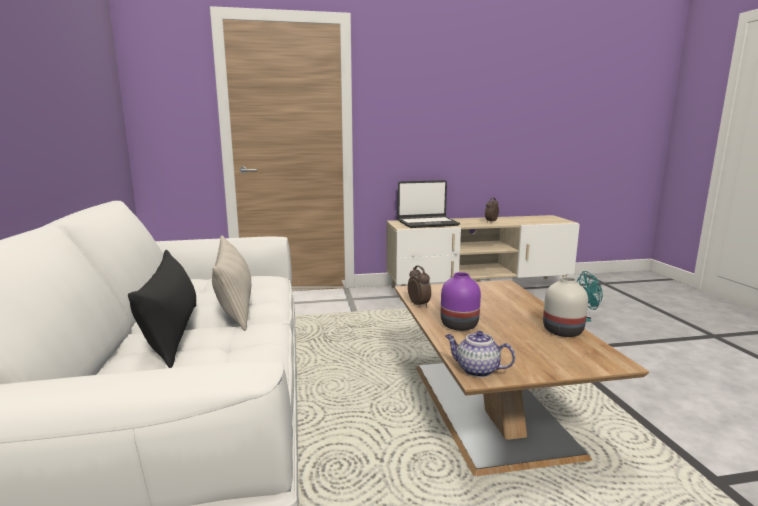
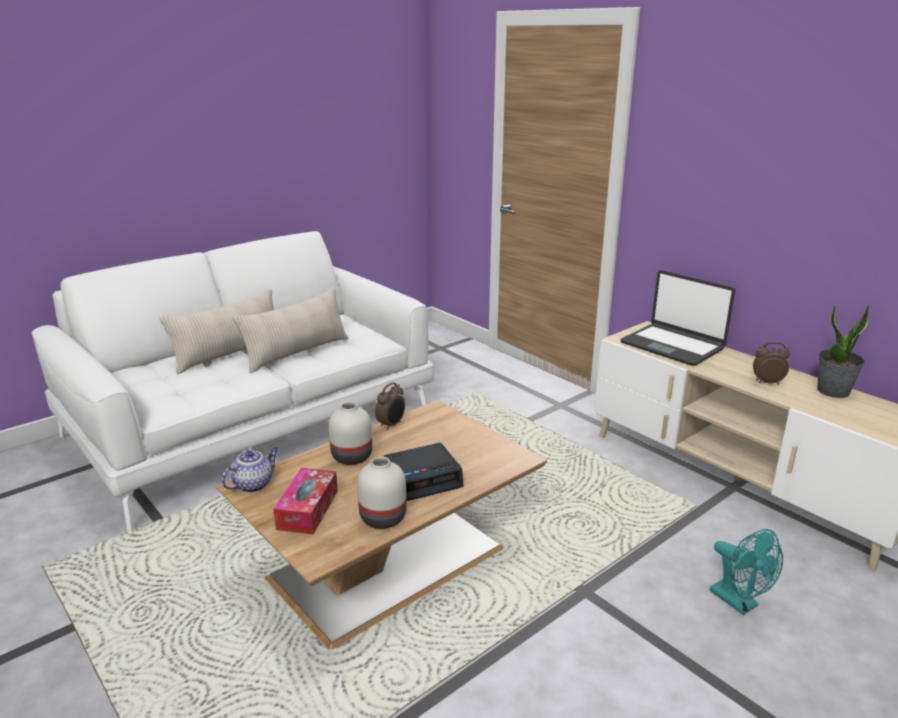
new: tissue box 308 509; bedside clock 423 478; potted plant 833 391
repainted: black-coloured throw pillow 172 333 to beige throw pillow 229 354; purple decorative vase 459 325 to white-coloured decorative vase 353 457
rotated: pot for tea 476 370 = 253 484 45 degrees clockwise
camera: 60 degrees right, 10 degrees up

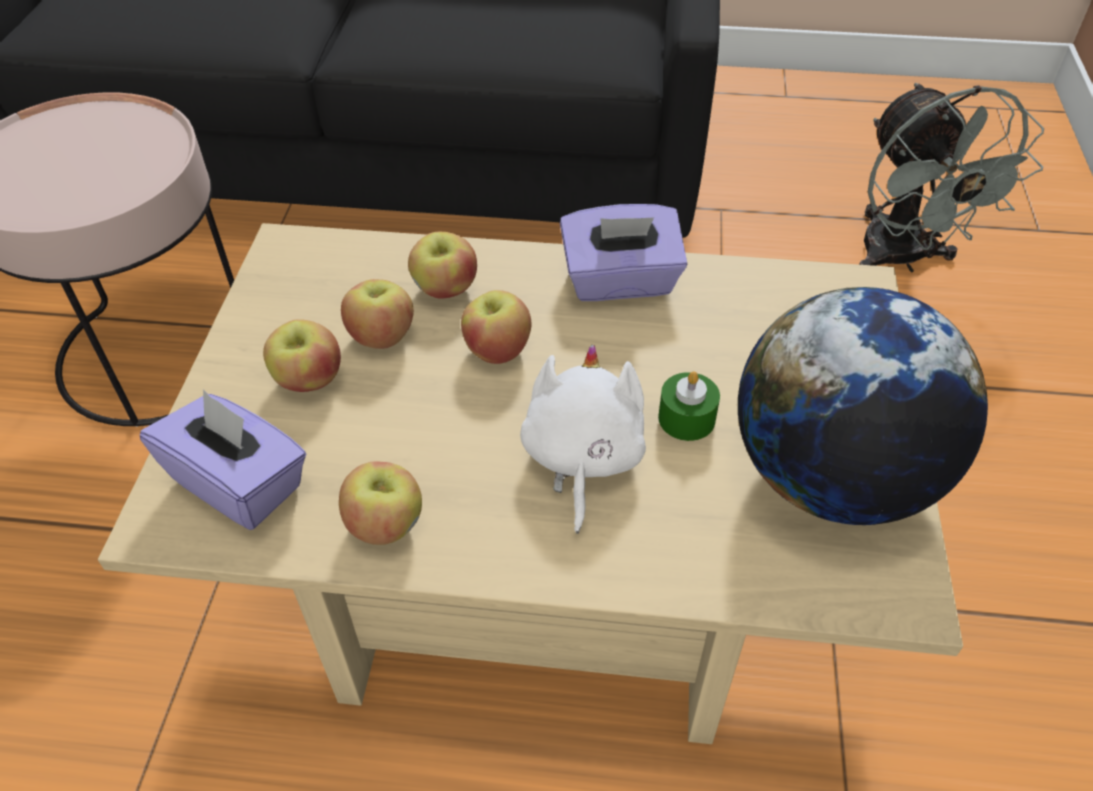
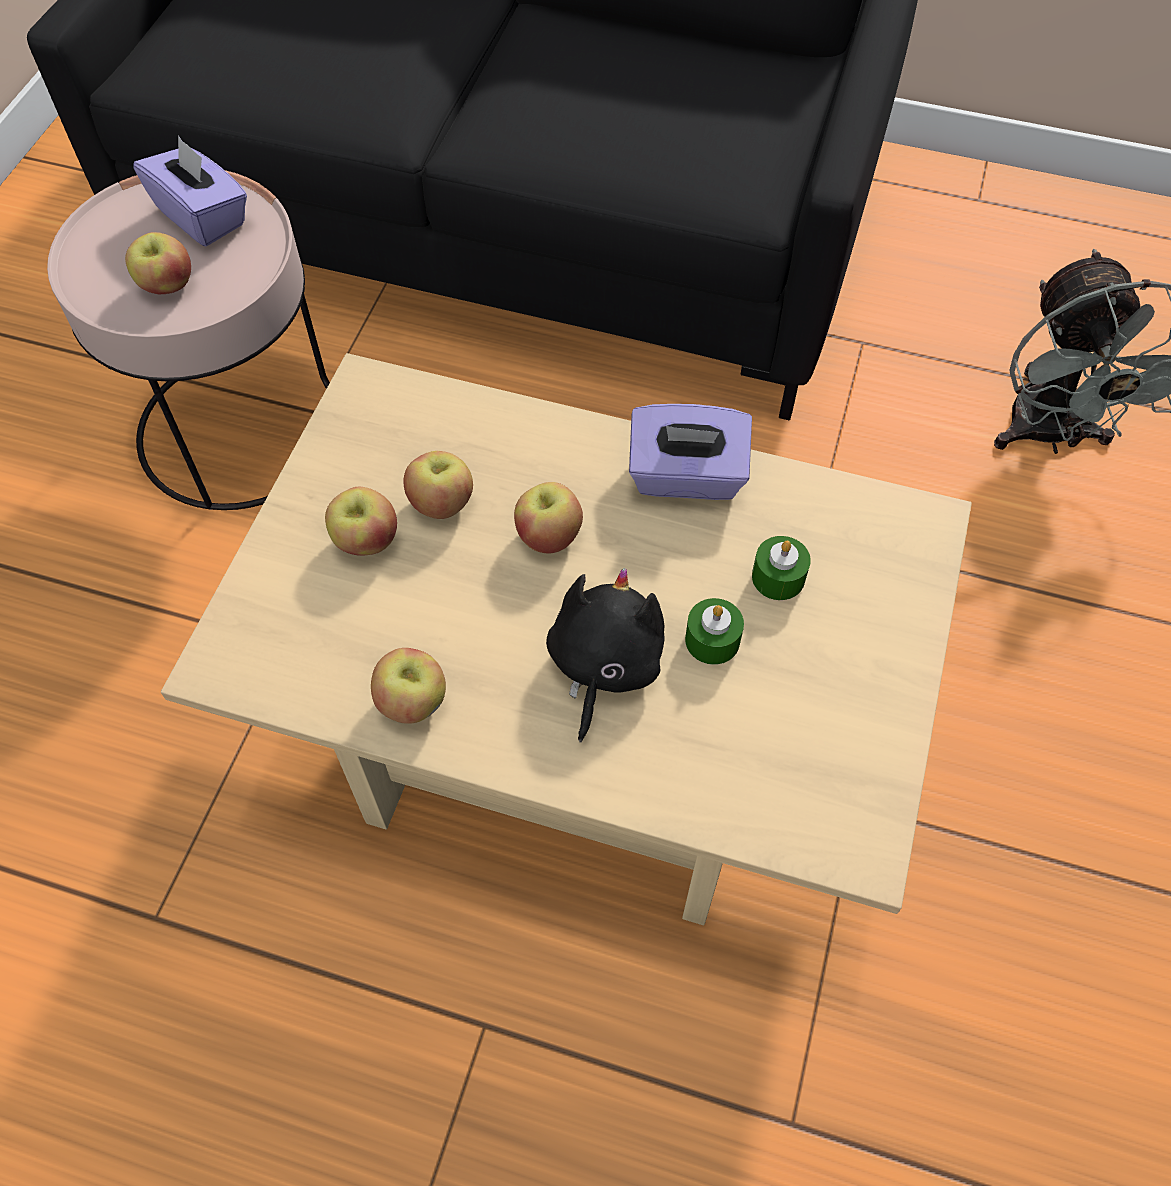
gone: world globe 832 477
new: greenish wax light 778 577
shifted: apple fruit 445 289 to 167 285; purple tissue box 239 483 to 203 216
repainted: white-coloured soft toy 581 458 to black-coloured soft toy 603 665
camera: 10 degrees right, 10 degrees up

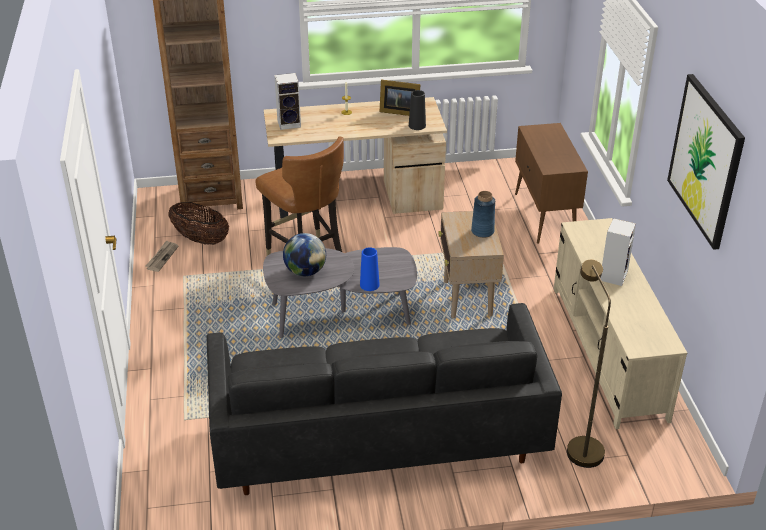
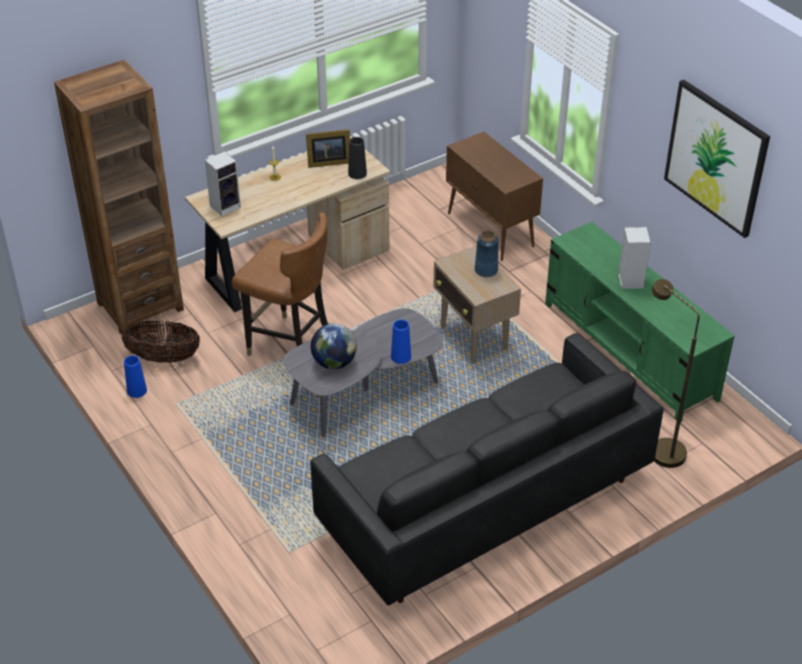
swapped: newspaper 162 257 to blue-coloured decorative vase 137 390
repainted: beige tv unit 608 351 to greenish tv unit 629 351
camera: 25 degrees left, 5 degrees up

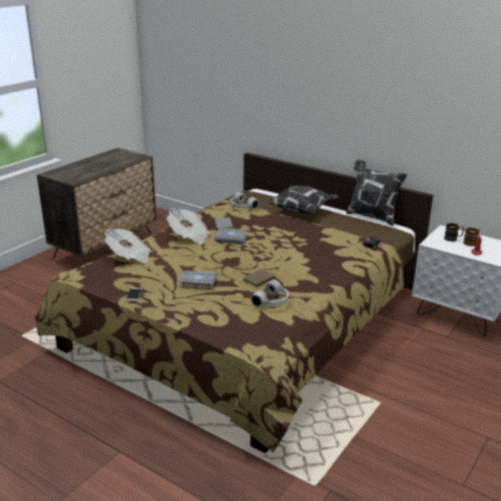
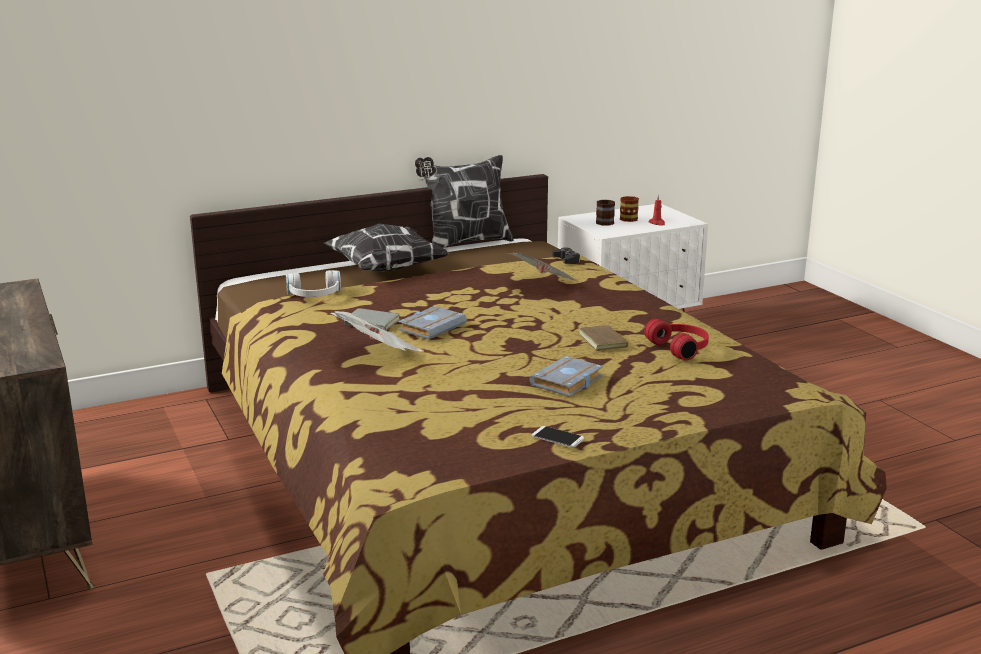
shifted: newspaper 129 256 to 545 286
repainted: white-coloured pair of headphones 272 301 to red-coloured pair of headphones 681 348
camera: 60 degrees left, 5 degrees down

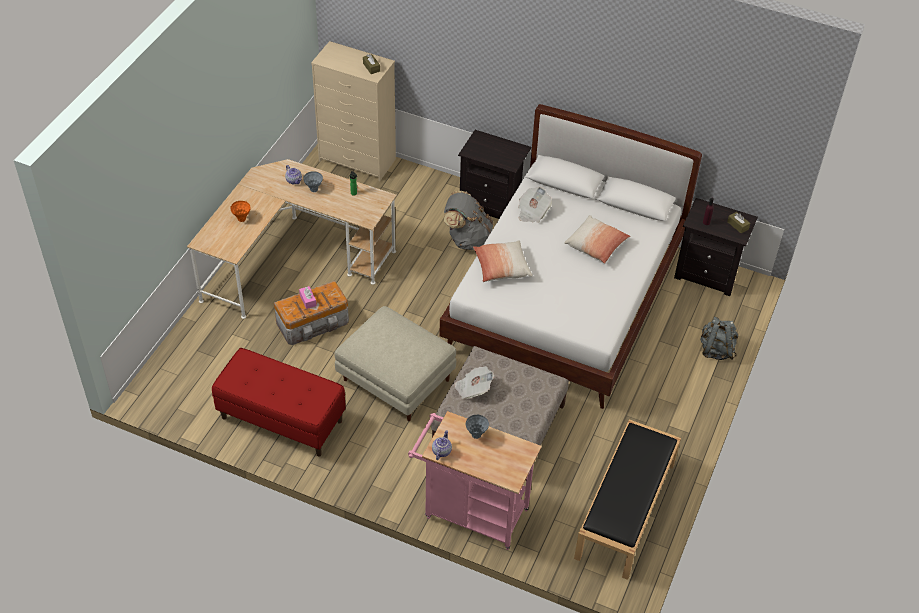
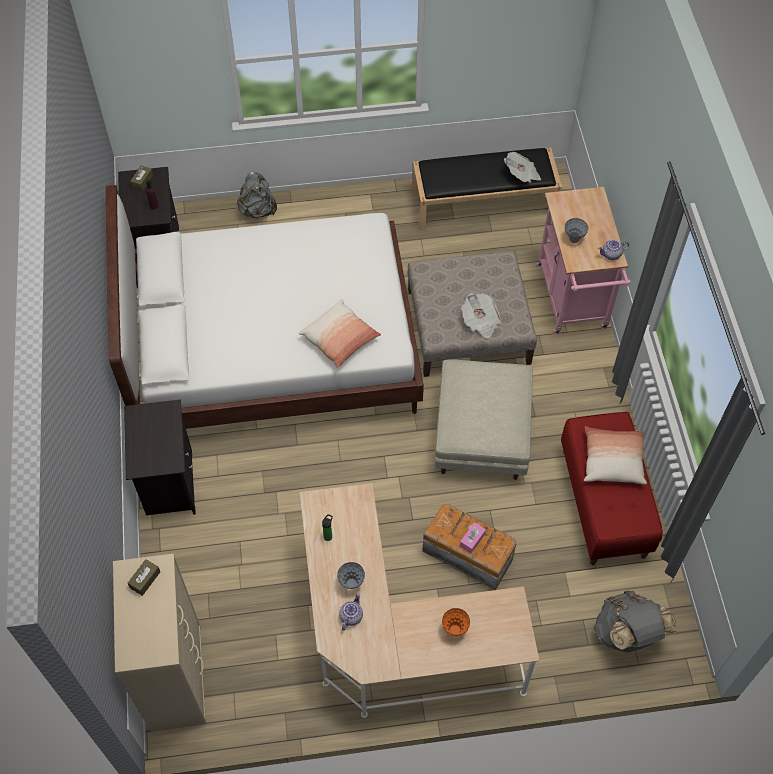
shifted: newspaper 532 212 to 522 175; throw pillow 596 245 to 612 461; gray backpack 467 238 to 627 634
camera: 120 degrees left, 10 degrees up

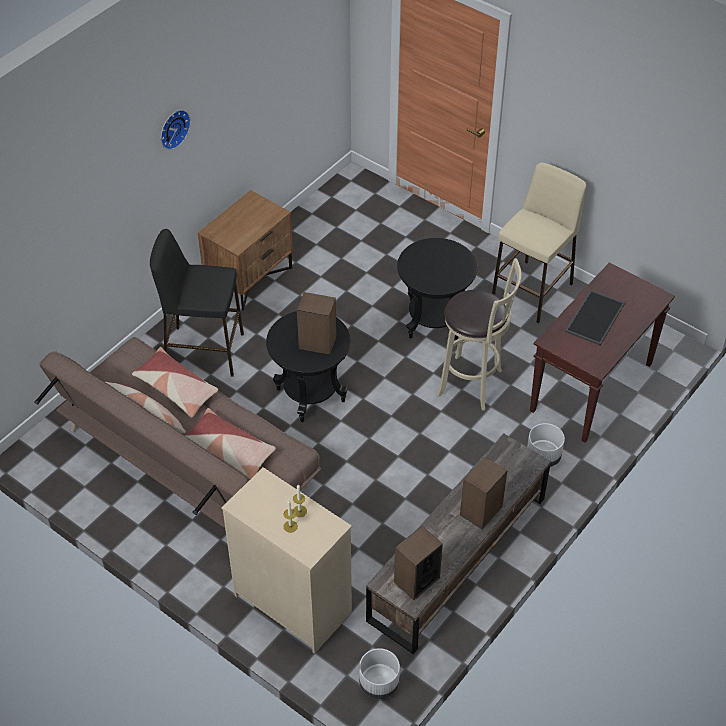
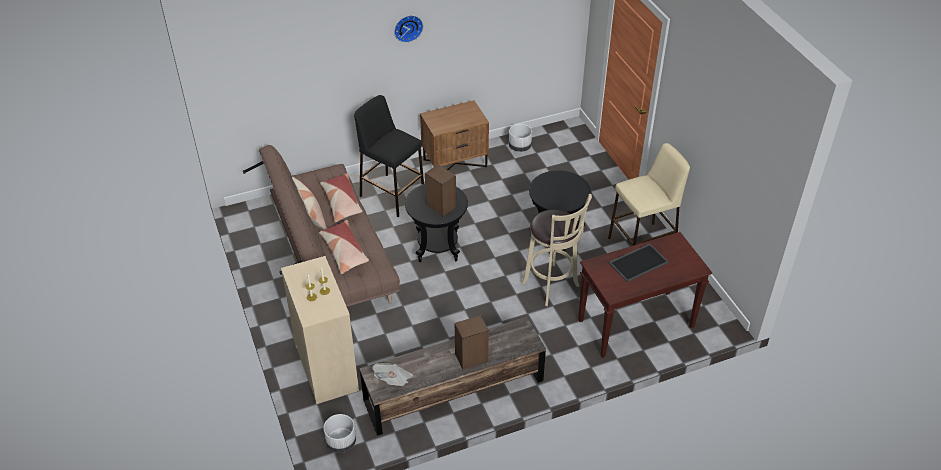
shifted: white-coloured flower pot 543 456 to 519 147
swapped: loudspeaker 416 580 to newspaper 393 380
camera: 30 degrees right, 5 degrees down

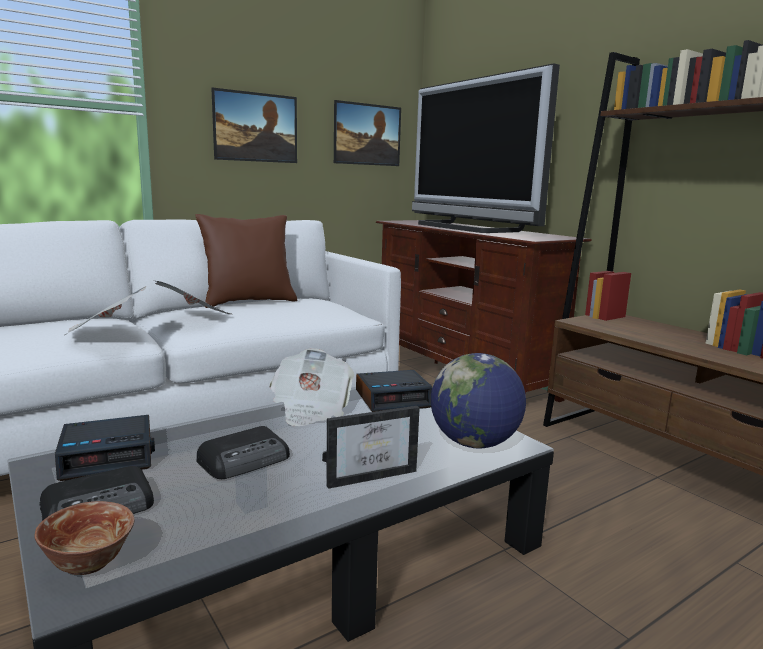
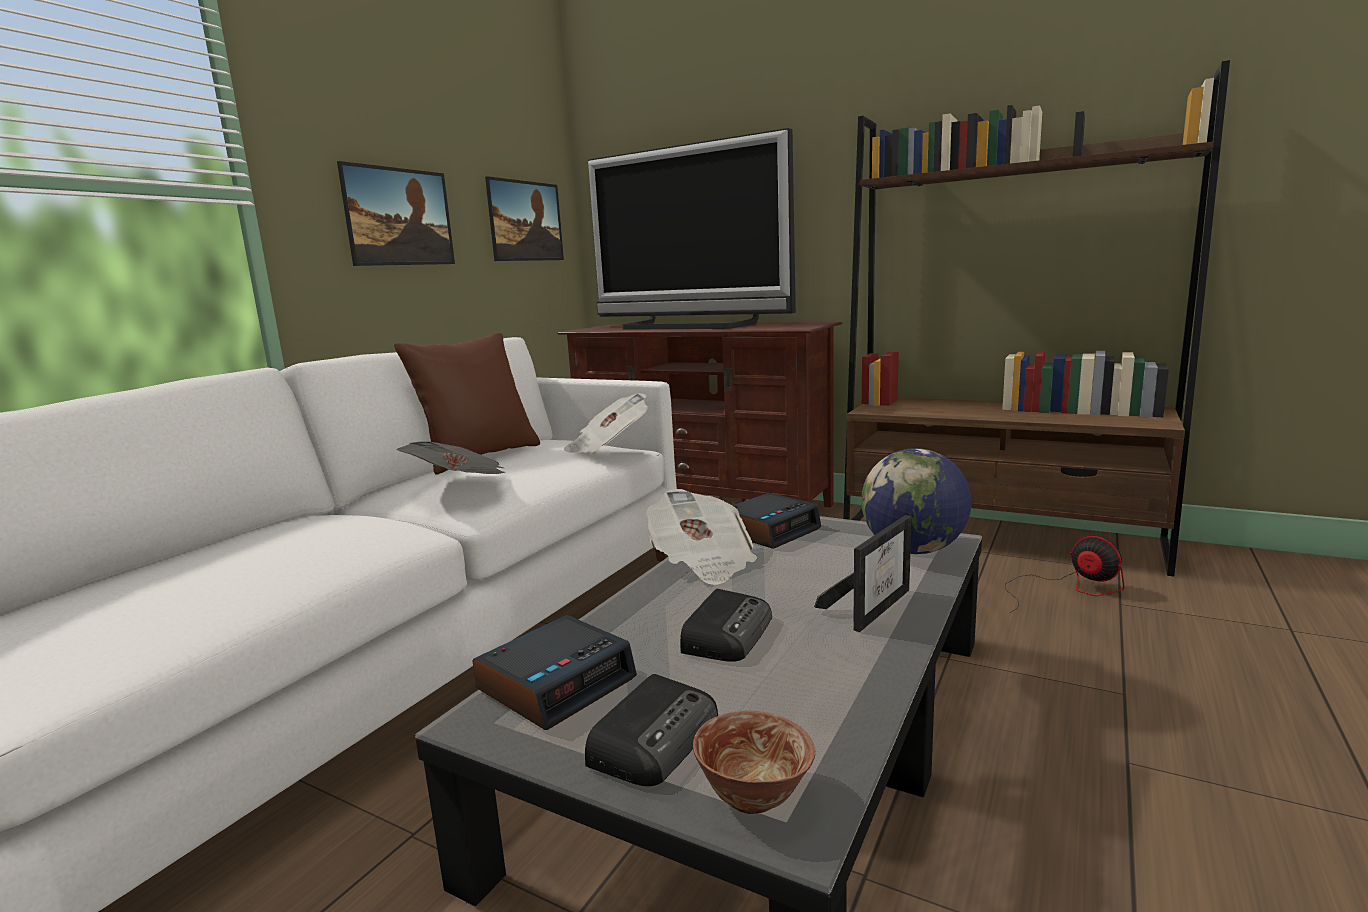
new: cooling fan 1067 589
shifted: newspaper 105 332 to 608 446
camera: 25 degrees left, 0 degrees up

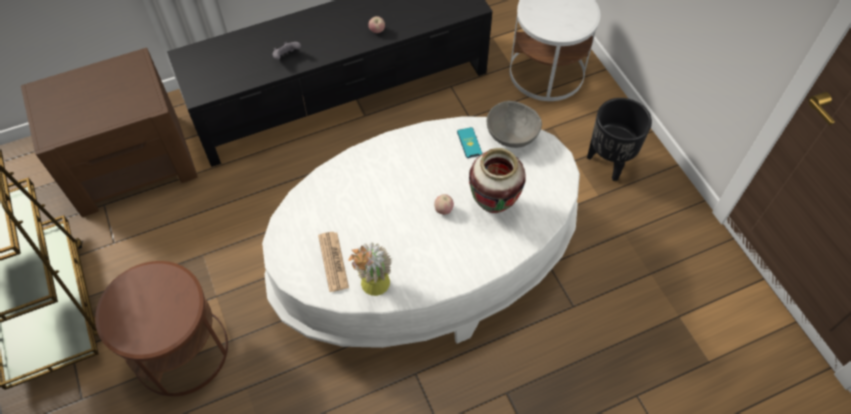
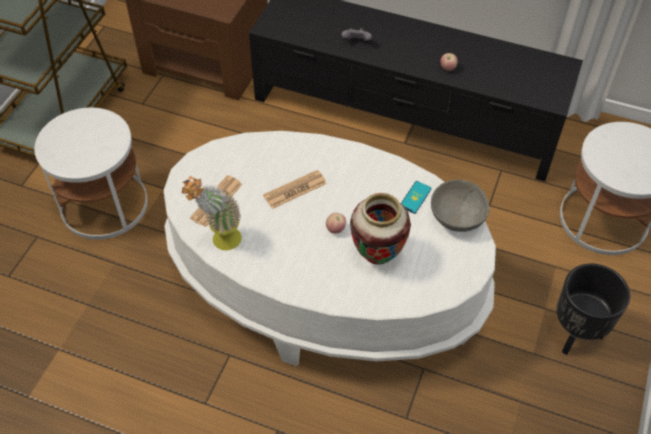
new: newspaper 295 190
repainted: brownish side table 181 350 to white-coloured side table 105 204
camera: 45 degrees right, 5 degrees down

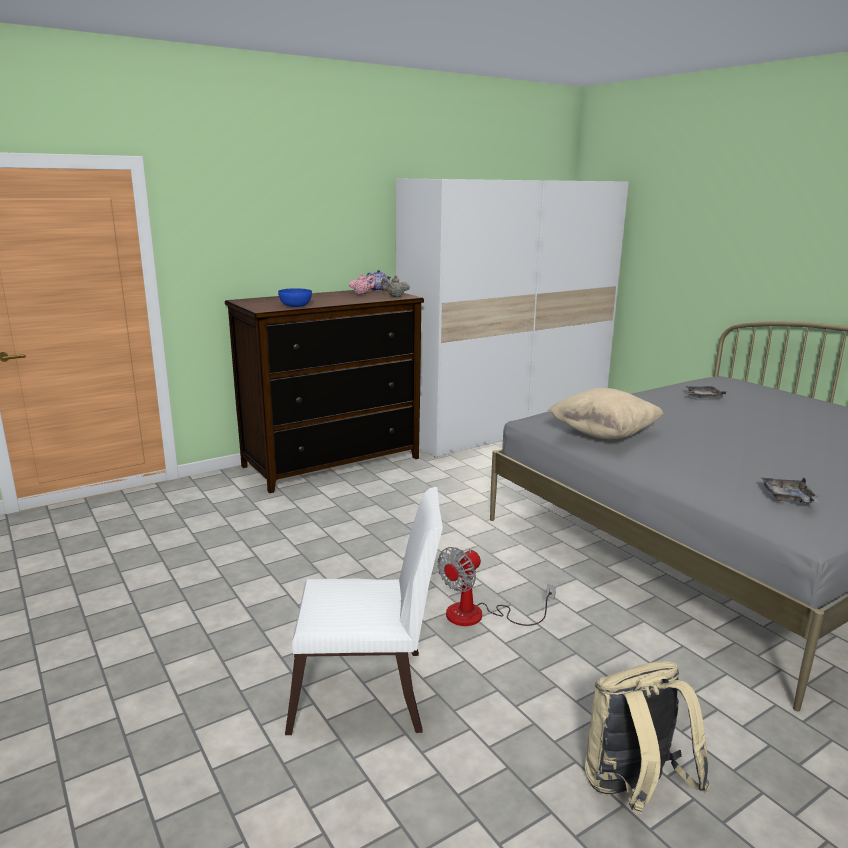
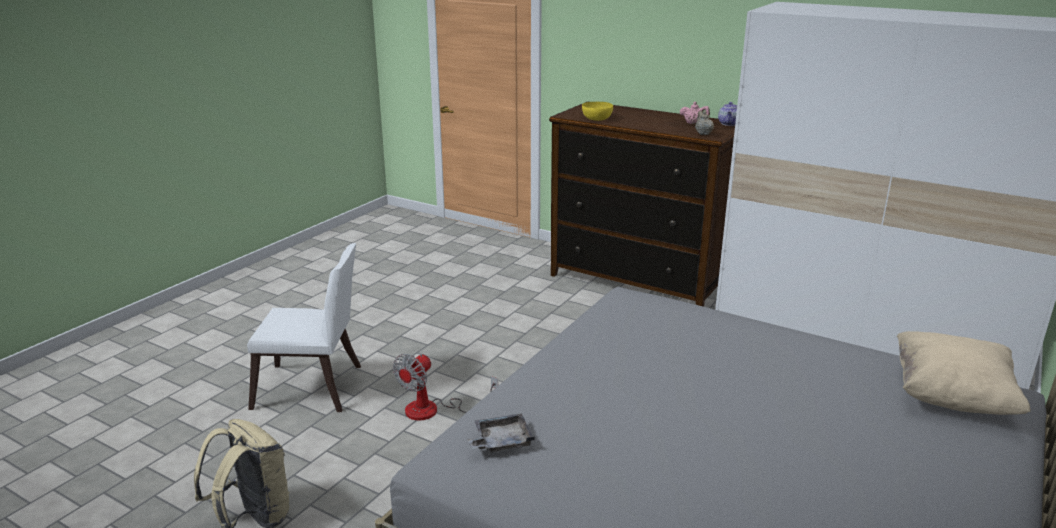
gone: gray tray 702 397
shifted: beige throw pillow 603 434 to 951 397
repainted: blue-coloured bowl 295 306 to yellow bowl 596 119
rotated: white-coloured plain chair 368 693 = 314 389 60 degrees counterclockwise; cooling fan 478 616 = 433 410 75 degrees counterclockwise
camera: 65 degrees right, 5 degrees up

